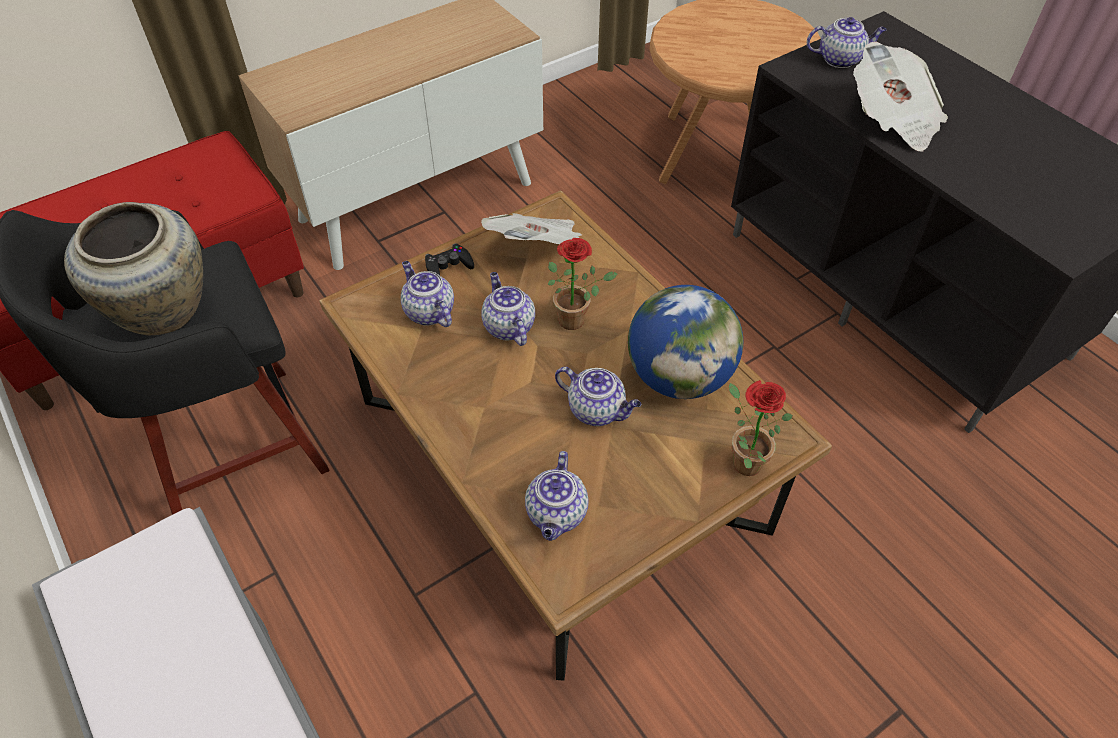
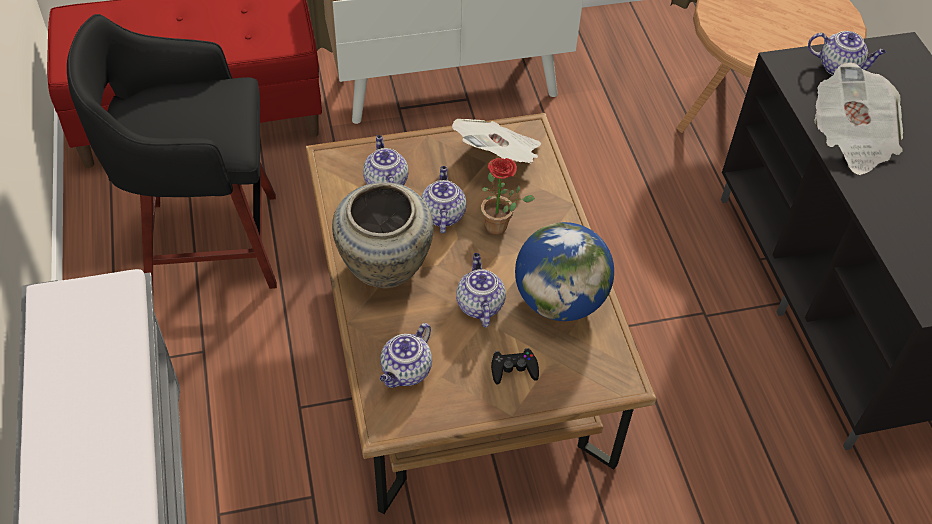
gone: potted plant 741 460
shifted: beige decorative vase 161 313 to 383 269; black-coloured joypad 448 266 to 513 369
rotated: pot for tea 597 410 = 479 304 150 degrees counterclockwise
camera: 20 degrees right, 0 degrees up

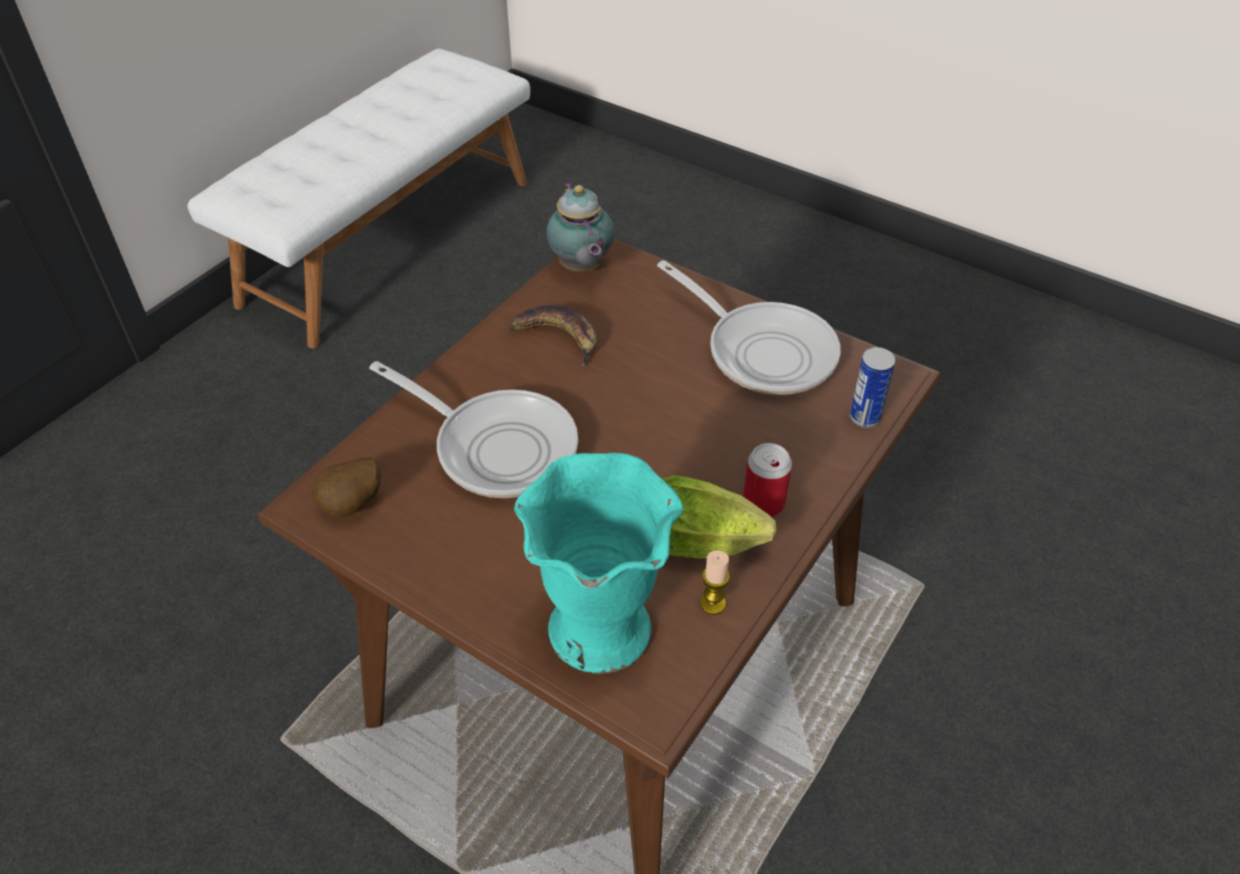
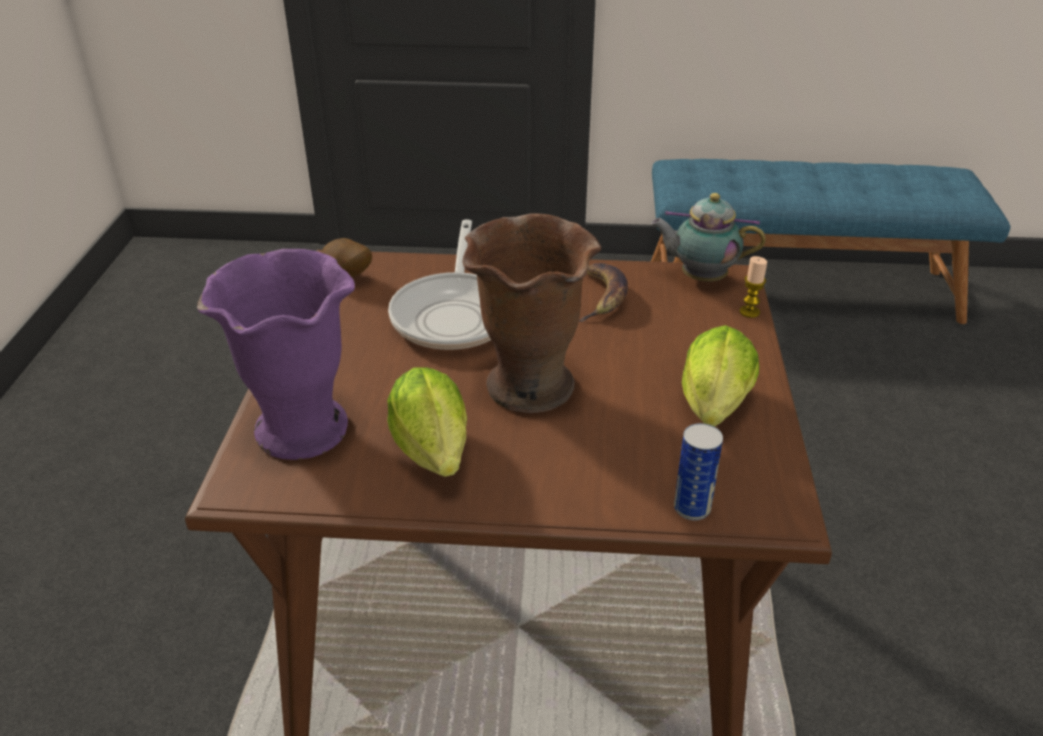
gone: metal can 763 503
new: brownish decorative vase 529 386
shifted: wax light 712 604 to 749 312
swapped: skillet 763 350 to lettuce head 713 410
repainted: turquoise decorative vase 600 631 to purple decorative vase 301 430; white-coloured indoor bench 388 239 to blue-coloured indoor bench 801 289
rotated: pot for tea 581 268 = 700 278 60 degrees clockwise
camera: 60 degrees right, 10 degrees down

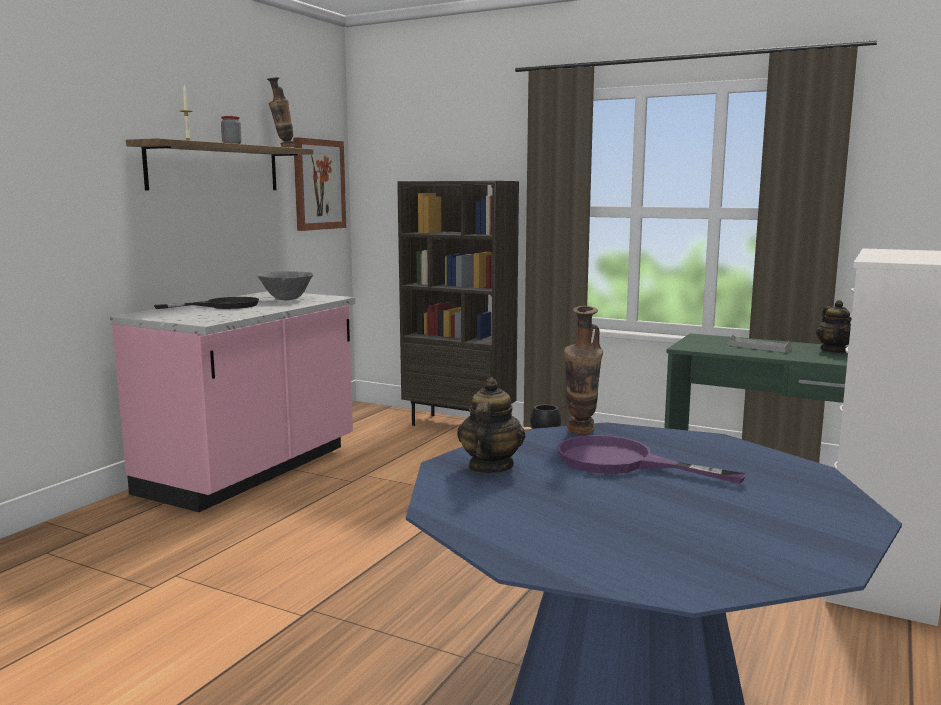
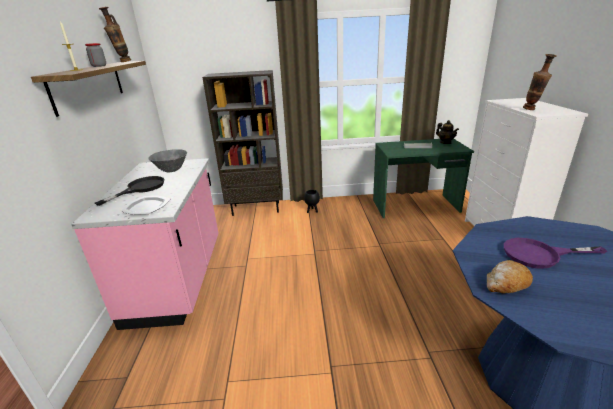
gone: picture 319 184
new: plate 147 206
shifted: decorative vase 581 433 to 532 110
swapped: pot for tea 490 467 to baked bread 506 284
camera: 30 degrees left, 15 degrees up

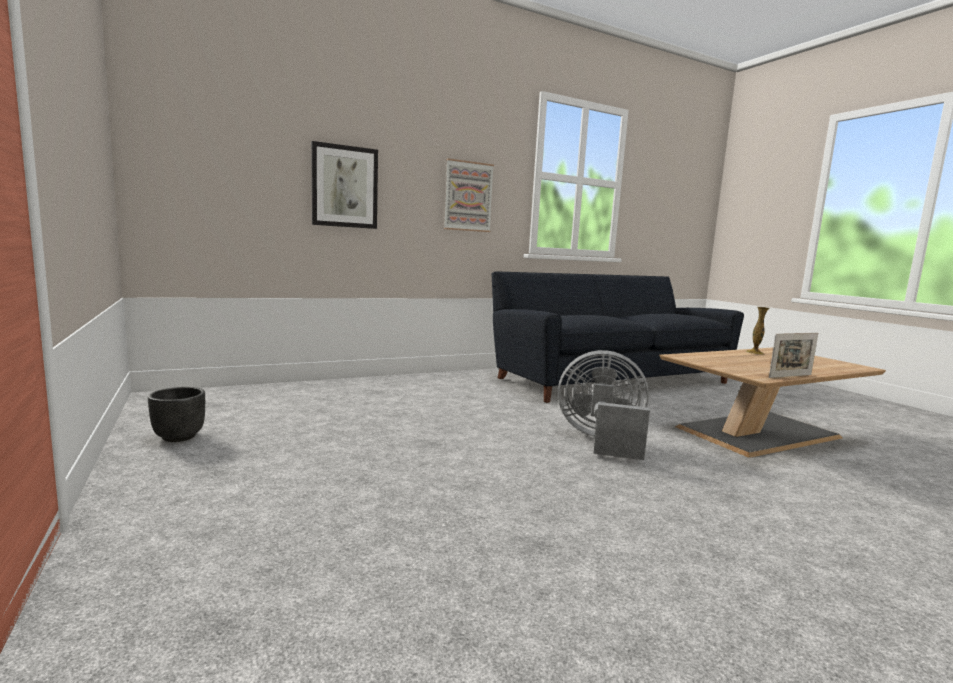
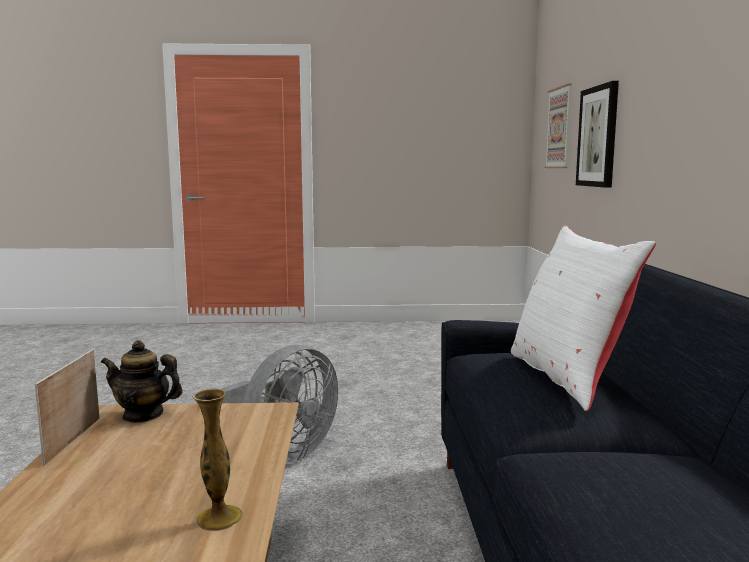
gone: black-coloured flower pot 178 437
new: pot for tea 143 415; white-coloured throw pillow 568 378
shifted: picture 468 196 to 559 128
camera: 115 degrees right, 0 degrees up

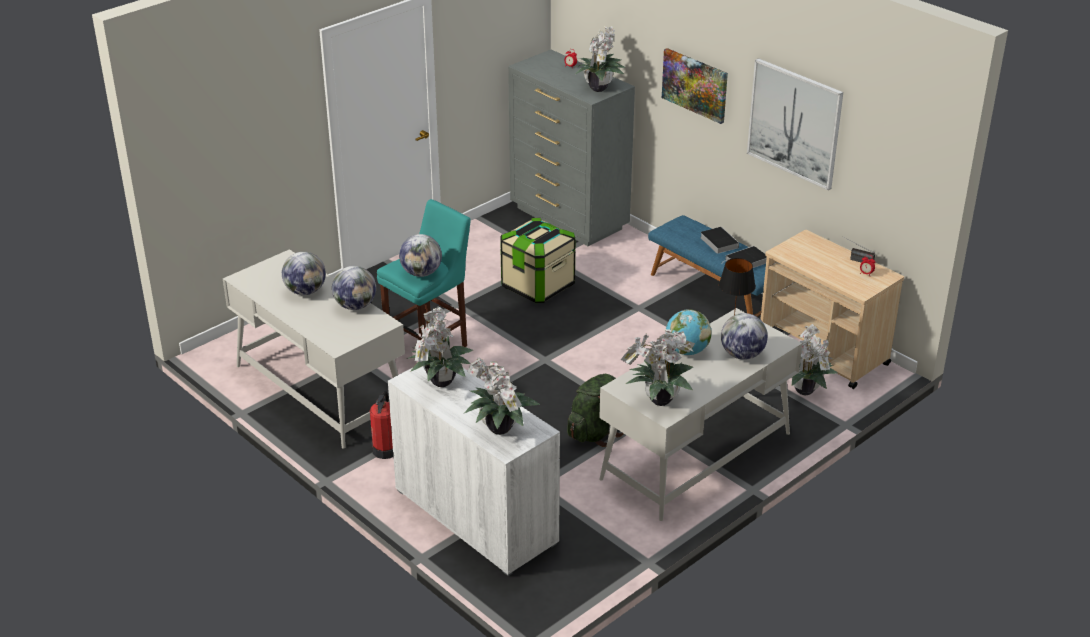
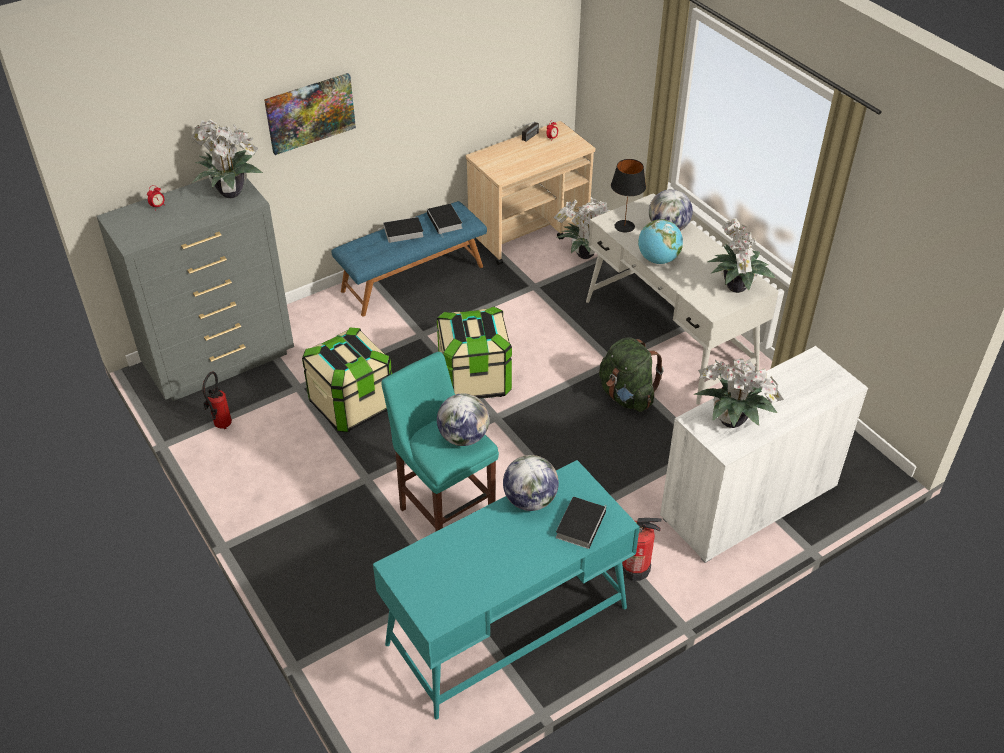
gone: world globe 305 291; potted plant 500 431; picture 794 123
new: fire-fighting cylinder 221 426; storage container 474 379; book 581 523
repainted: white-coloured desk unit 320 388 to turquoise desk unit 506 625
camera: 80 degrees left, 10 degrees up

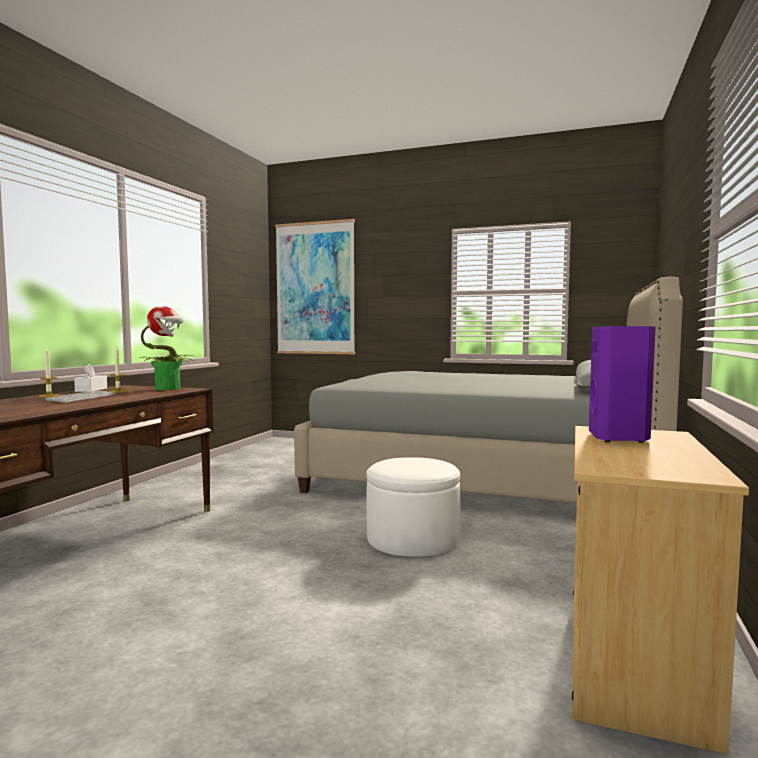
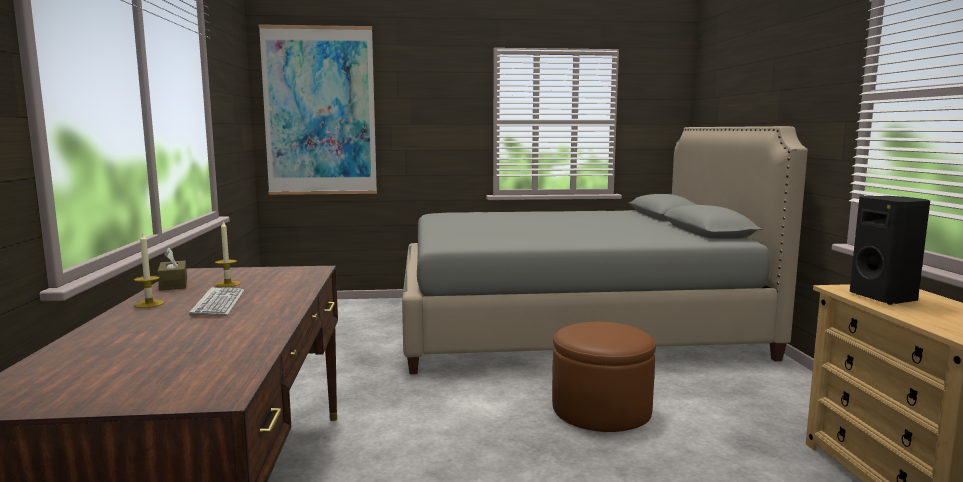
gone: potted plant 168 388
repainted: white-coloured tissue box 91 390 to brownish tissue box 173 284; white-coloured footrest 412 539 to brownish footrest 601 409; purple loudspeaker 619 438 to black-coloured loudspeaker 885 298
camera: 25 degrees left, 5 degrees up

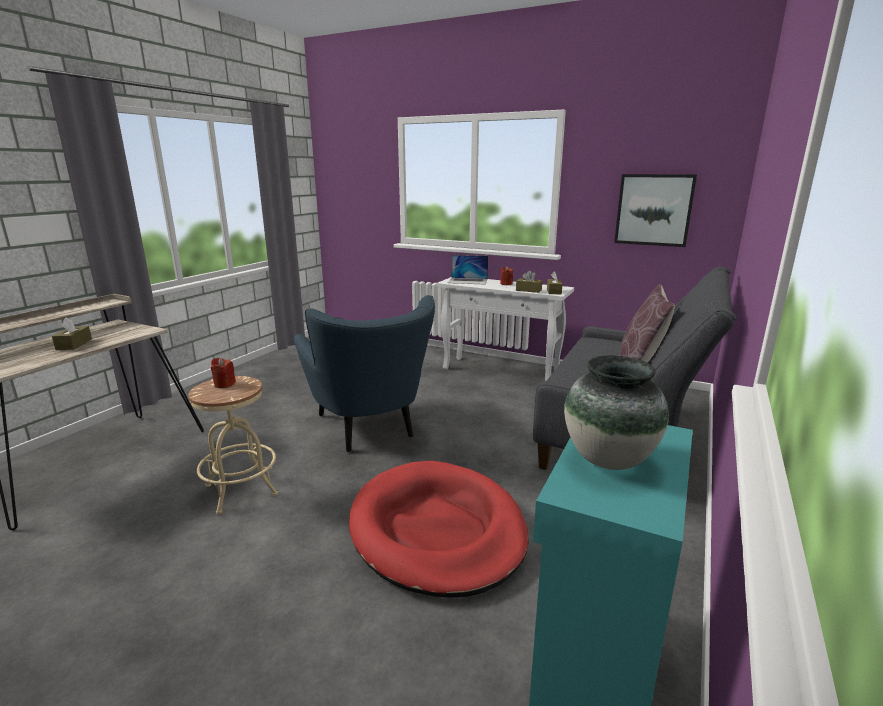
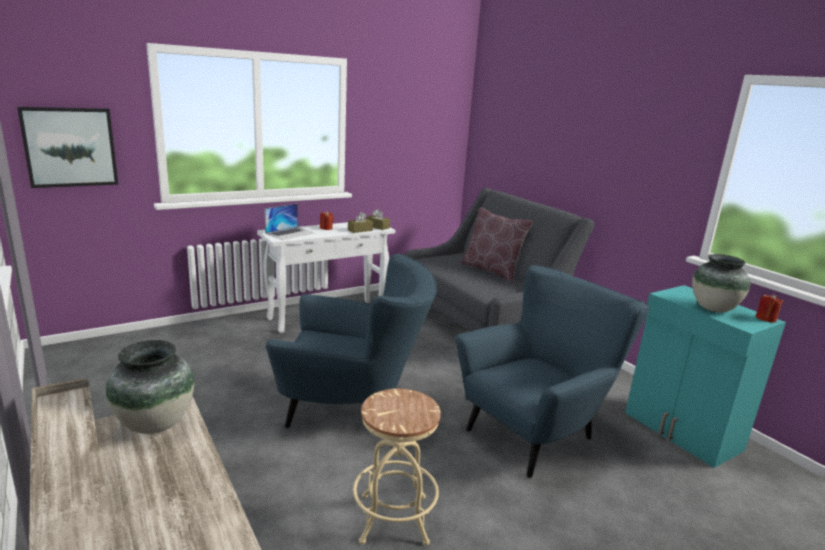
gone: brownish tissue box 74 344
new: decorative vase 156 424
shifted: picture 654 210 to 70 147; red-coloured wax light 224 384 to 765 318
swapped: red-coloured dog bed 437 530 to blue-coloured lounge chair 537 432
camera: 60 degrees left, 0 degrees up

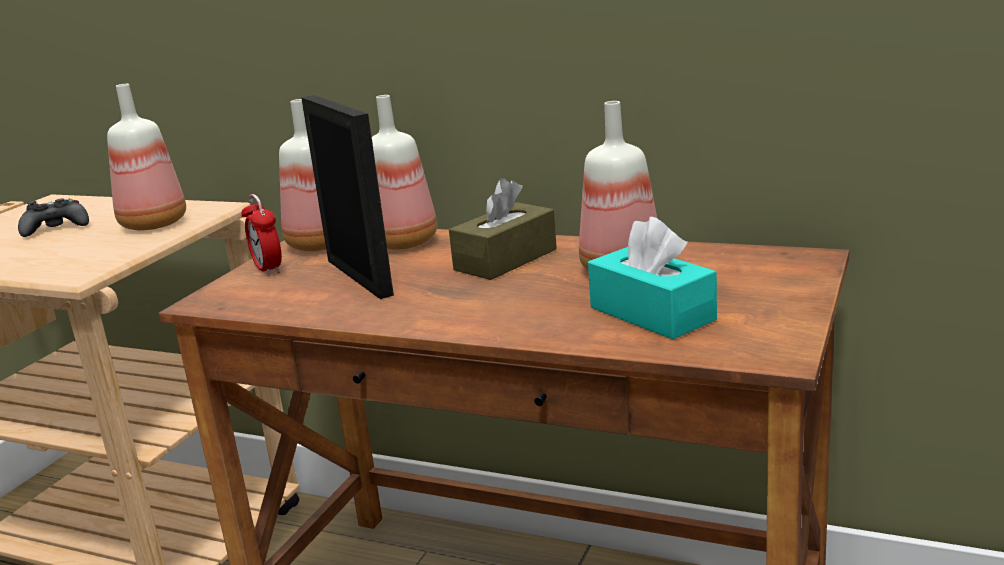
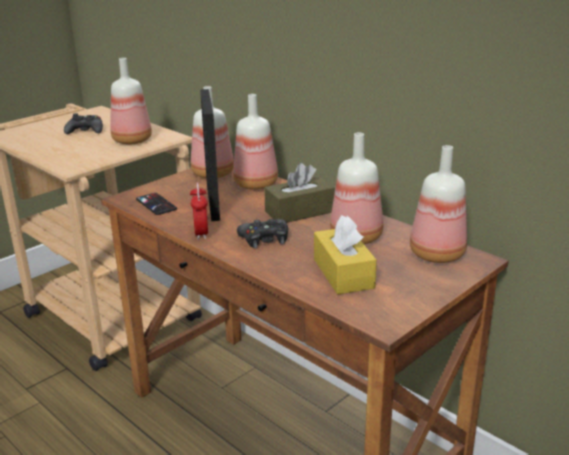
new: telephone 156 204; black-coloured joypad 264 239; beverage bottle 435 255
shifted: bedside clock 268 269 to 201 233
repainted: turquoise tissue box 652 313 to yellow tissue box 343 273
camera: 20 degrees right, 5 degrees up

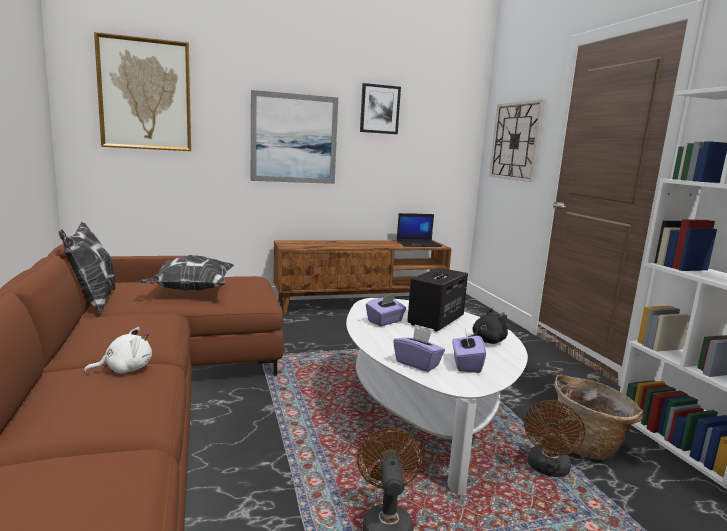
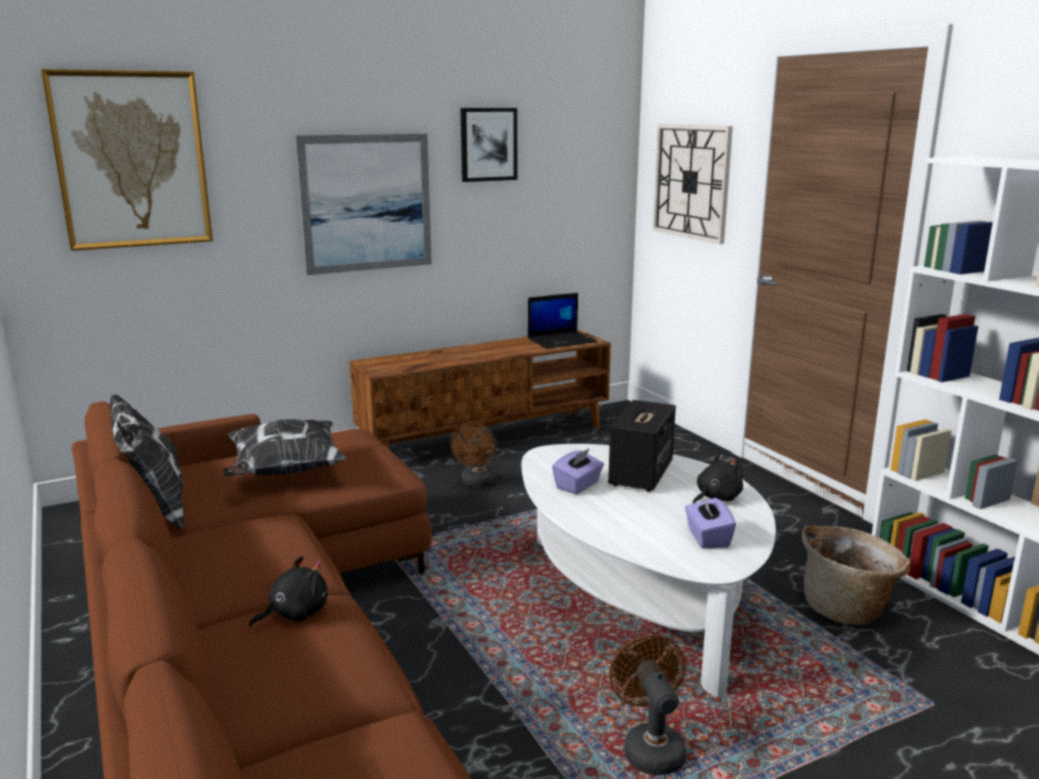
gone: purple tissue box 417 363
shifted: brownish cooling fan 547 469 to 477 483
repainted: white-coloured soft toy 125 369 to black-coloured soft toy 295 614
camera: 10 degrees left, 5 degrees up

